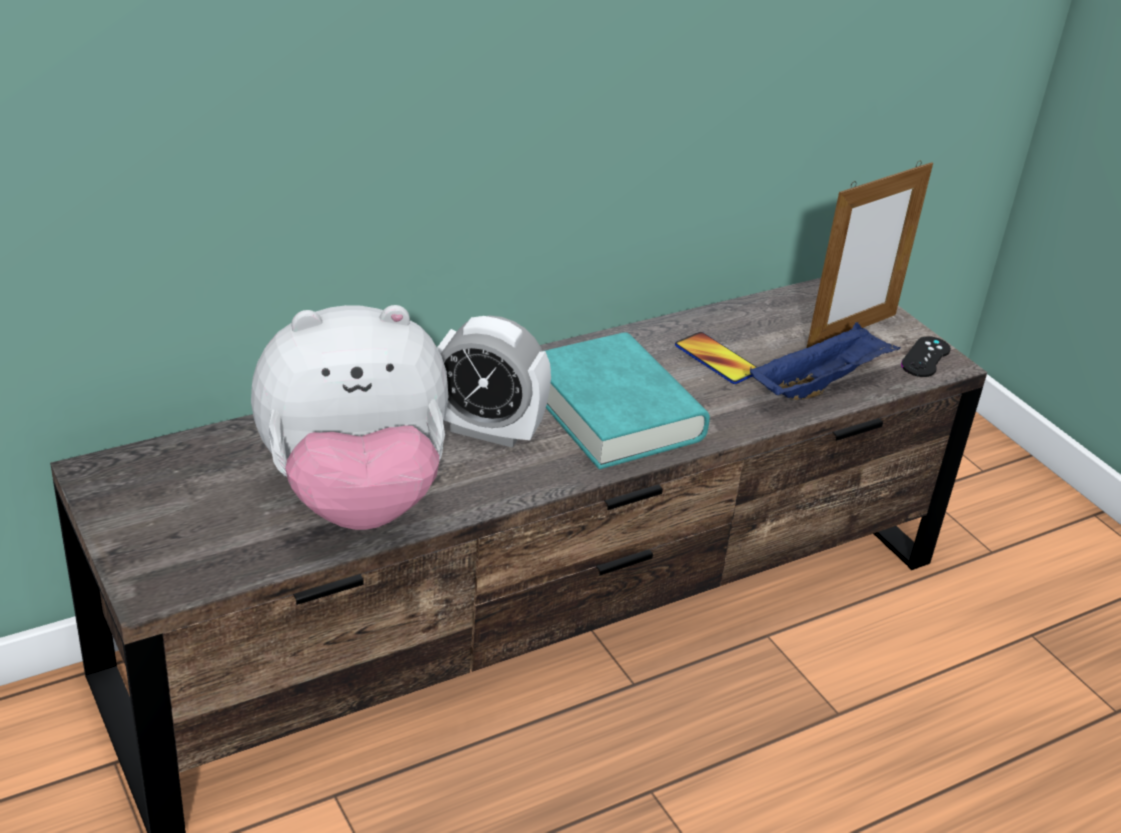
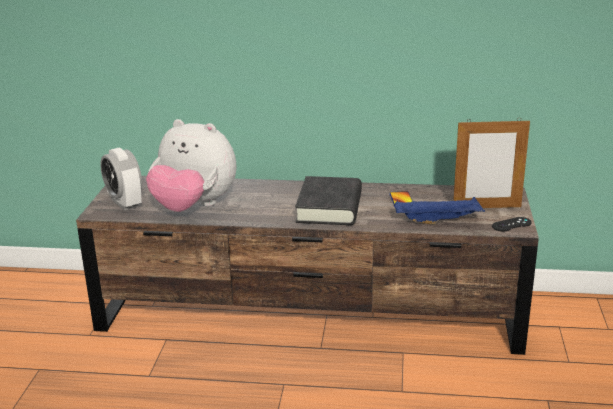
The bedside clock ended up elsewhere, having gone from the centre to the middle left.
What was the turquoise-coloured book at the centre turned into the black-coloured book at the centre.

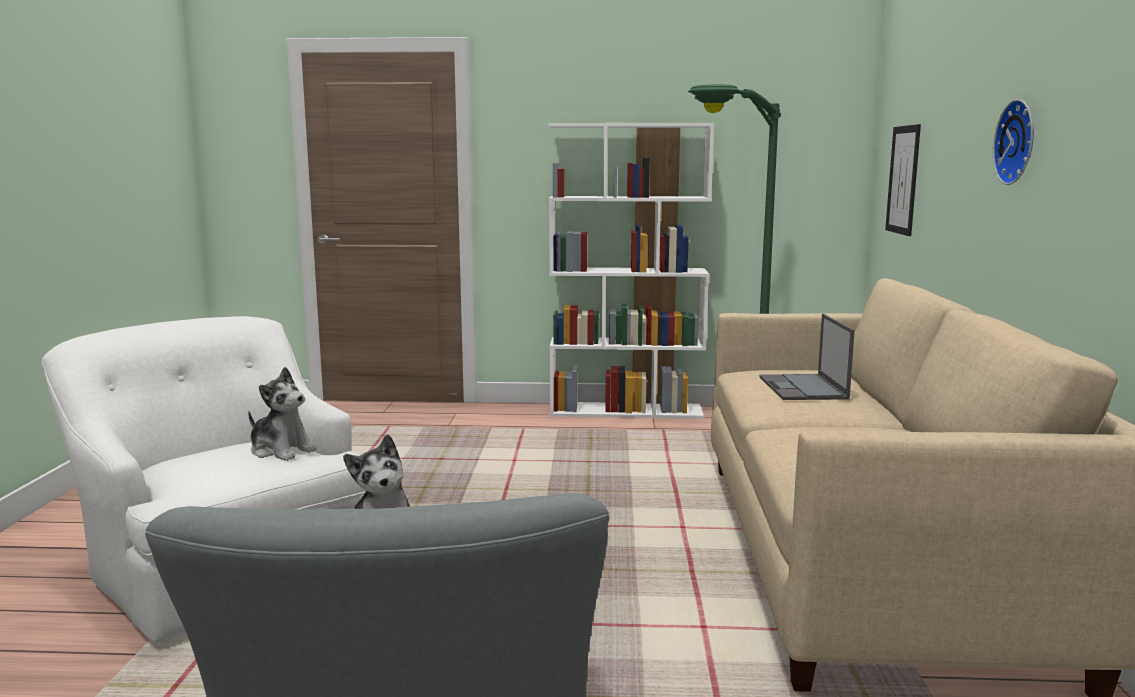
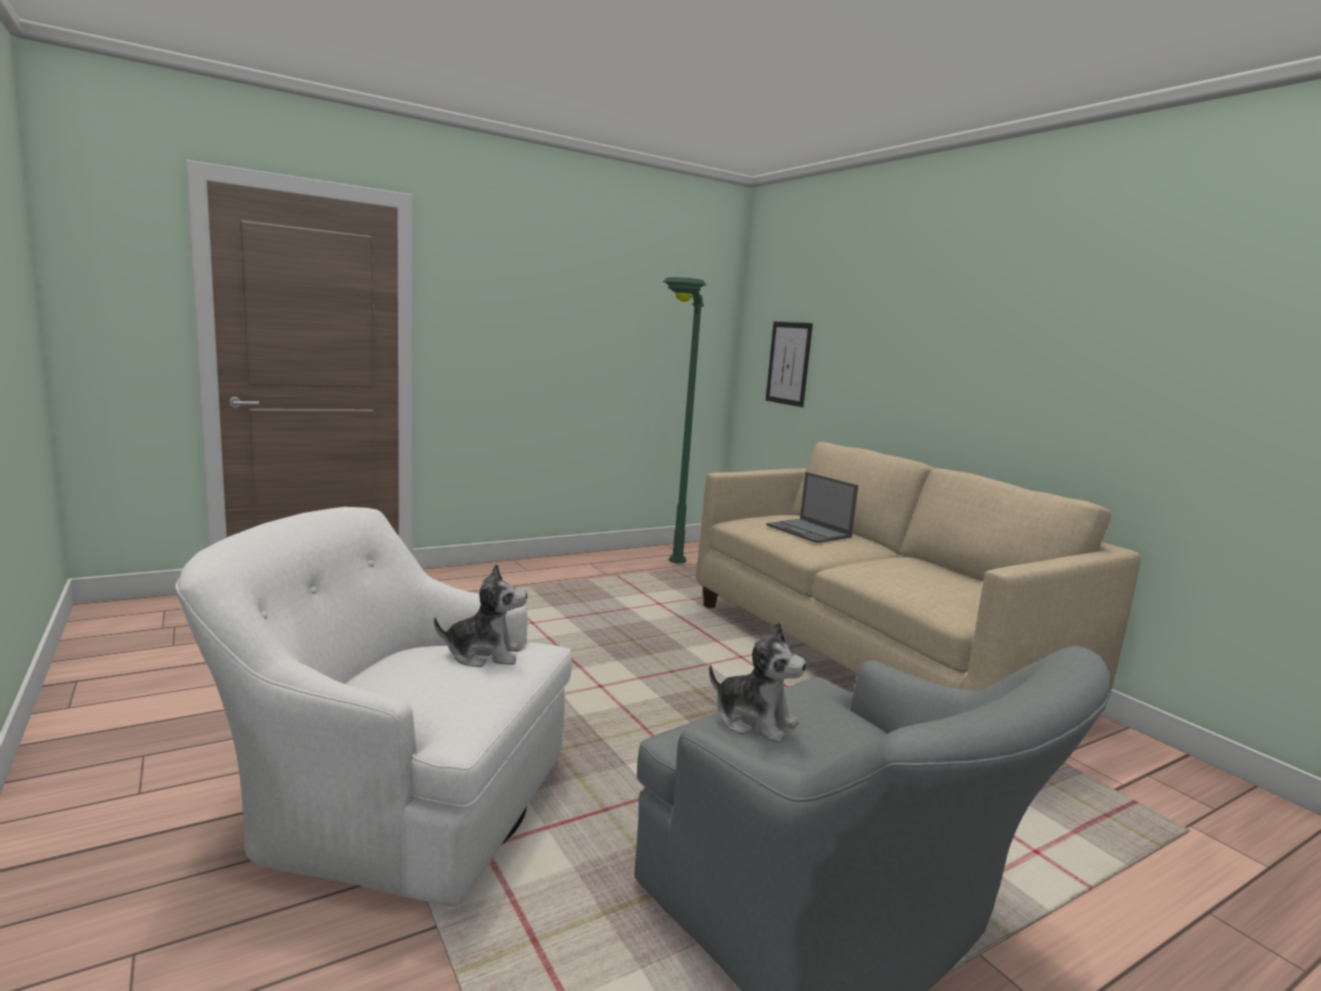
The second view lost the clock on the wall at the top right.
The second view lost the whitish shelving unit at the centre.

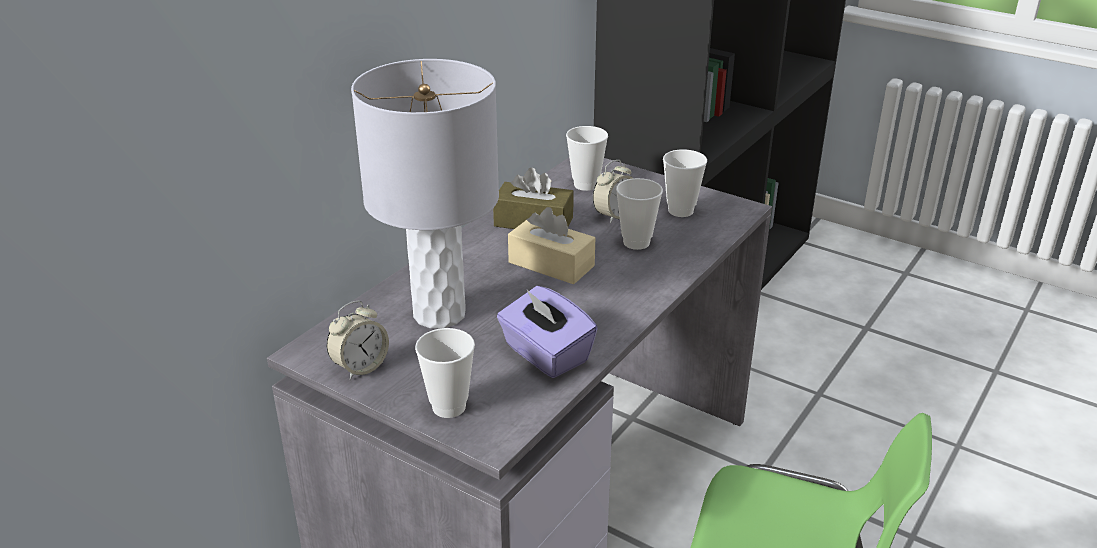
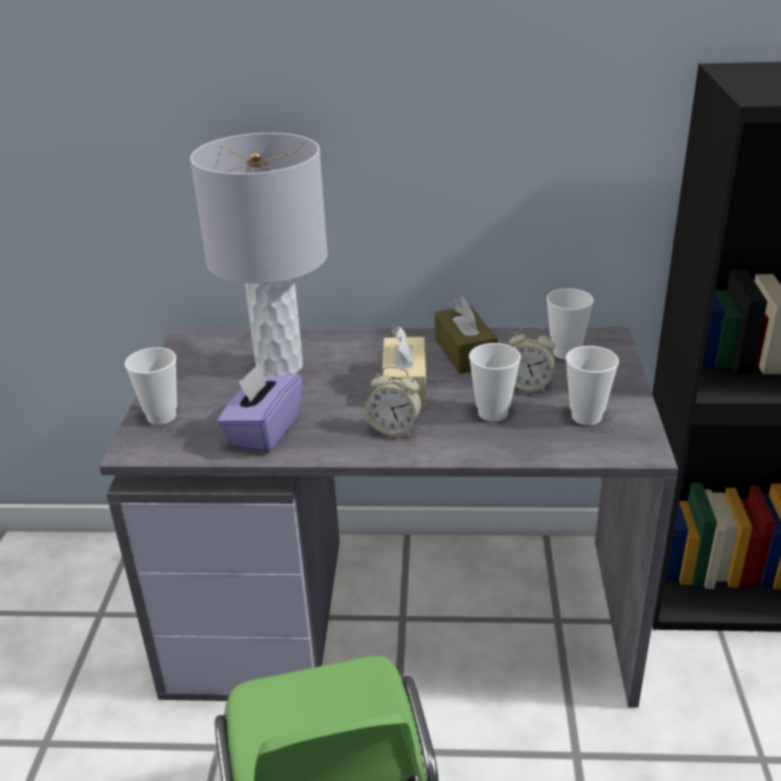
The bedside clock (1st from left) ended up elsewhere, having gone from the middle left to the centre.

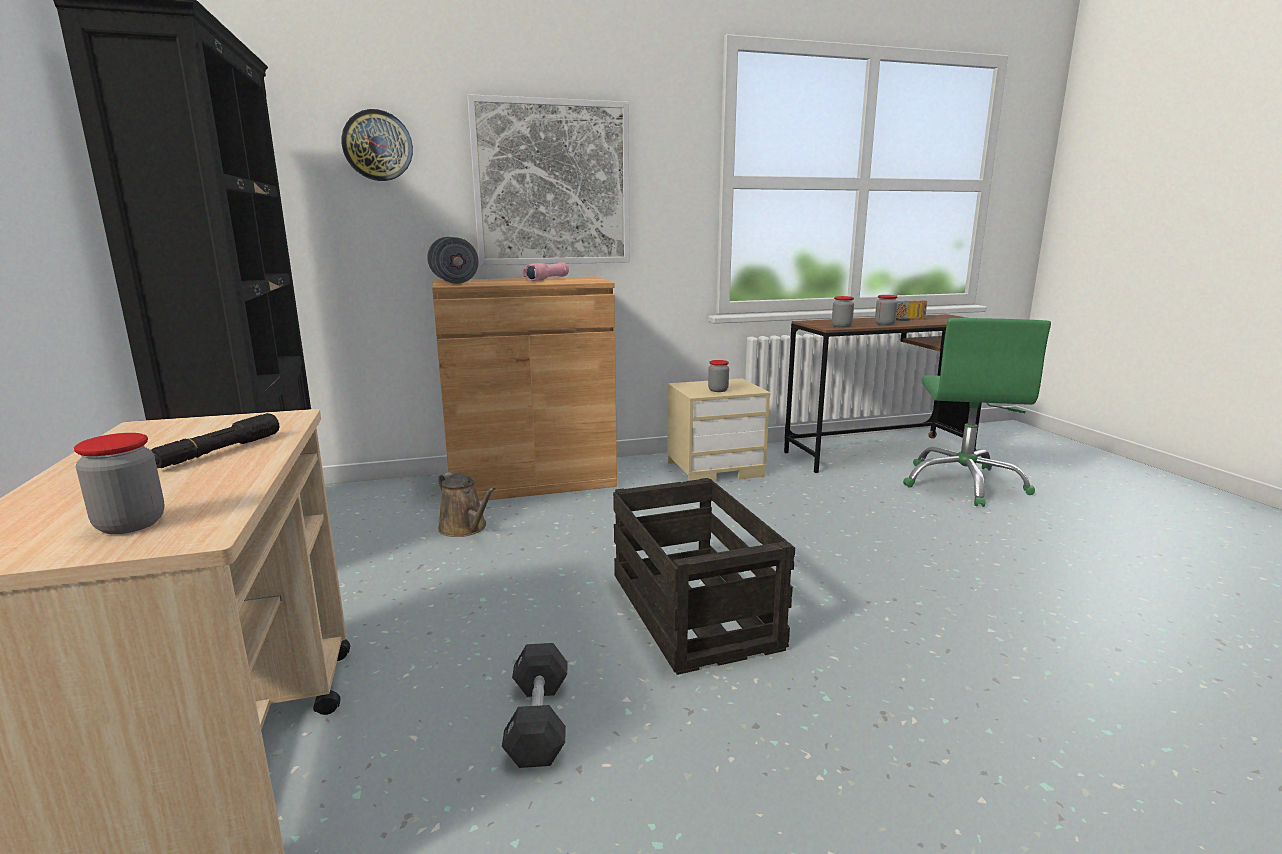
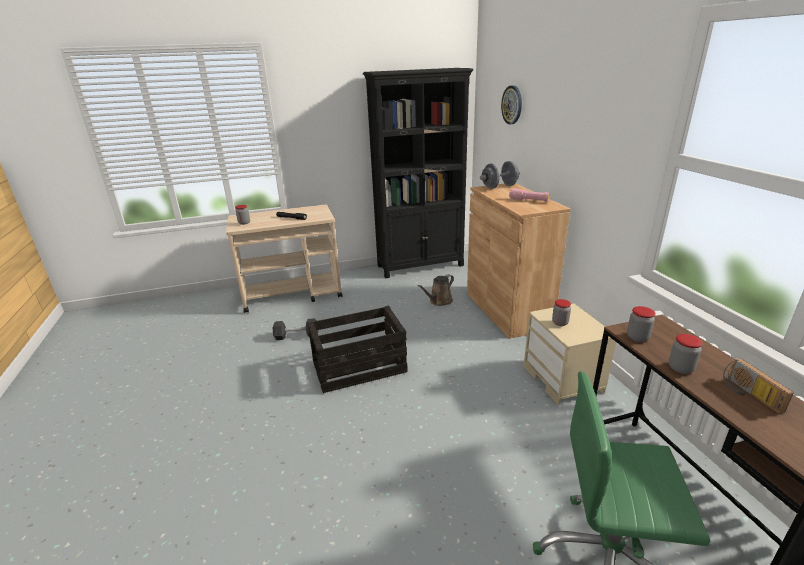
The second view lost the picture at the top centre.

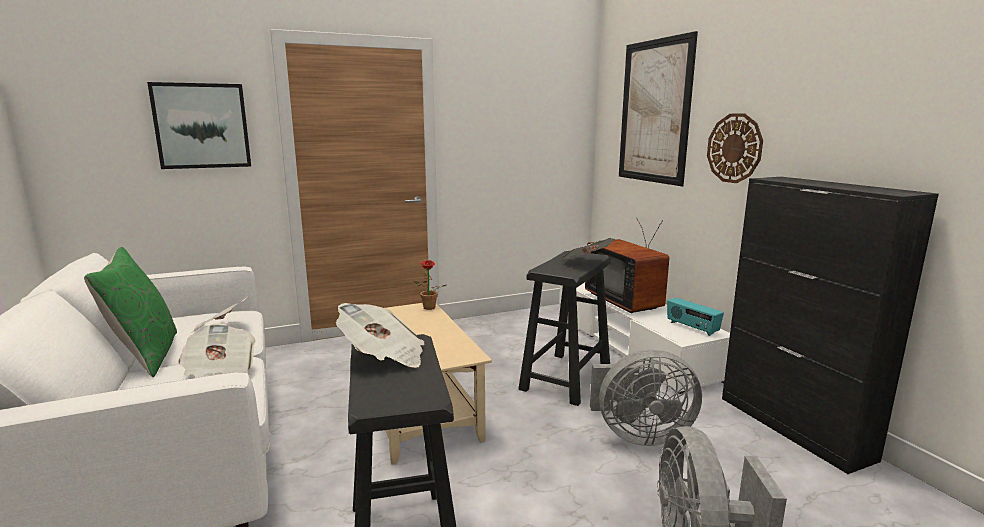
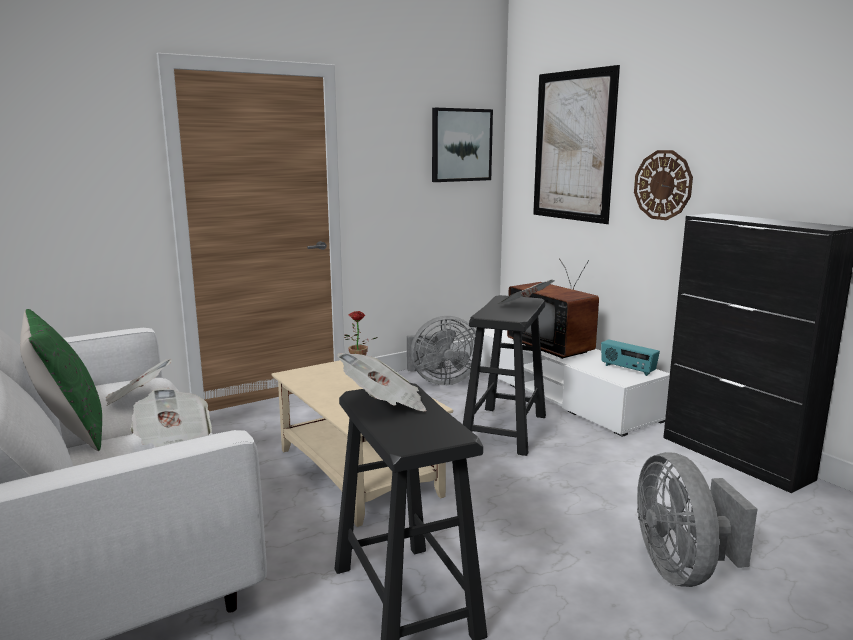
The picture (1st from left) ended up elsewhere, having gone from the top left to the top centre.
The greyish fan (1st from left) ended up elsewhere, having gone from the bottom centre to the centre.

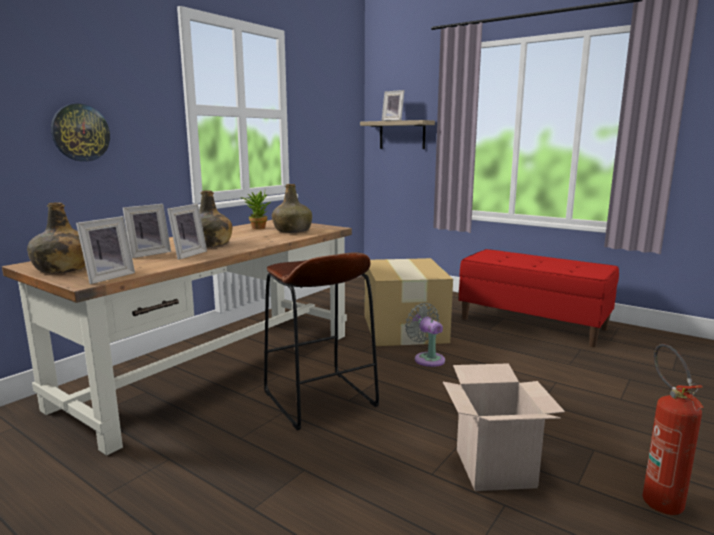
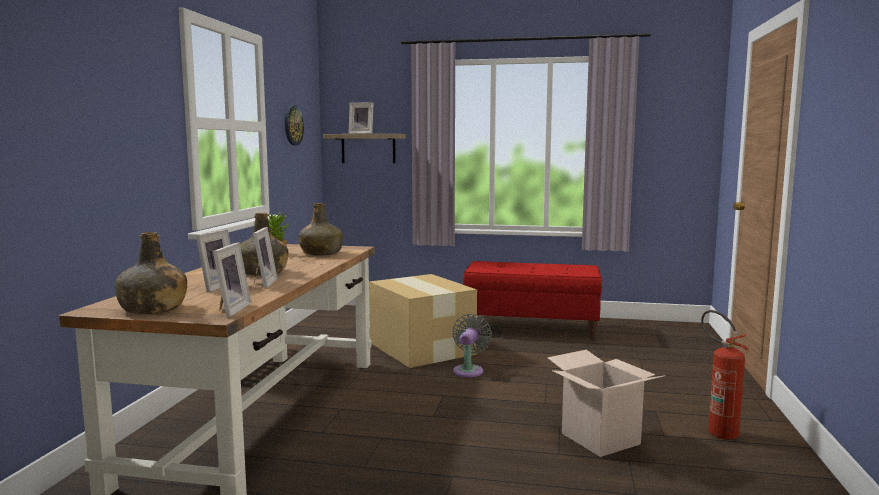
The clock on the wall ended up elsewhere, having gone from the top left to the top centre.
The second view lost the brown-coloured sitting stool at the centre.
The greyish fan at the centre ended up facing another way, 75 degrees clockwise from before.

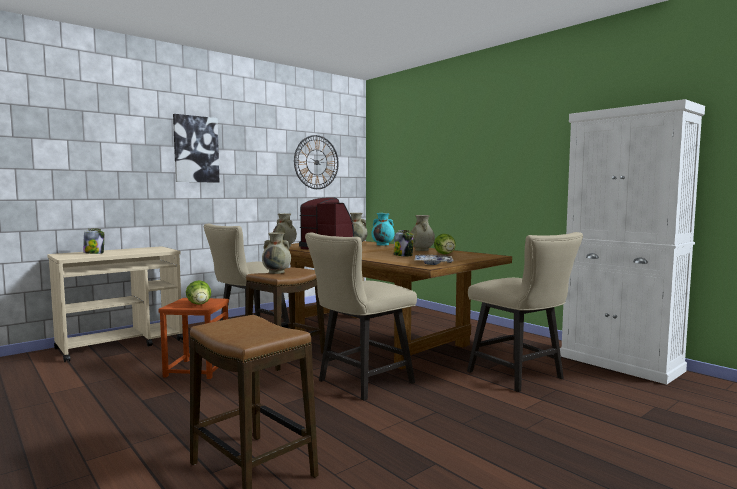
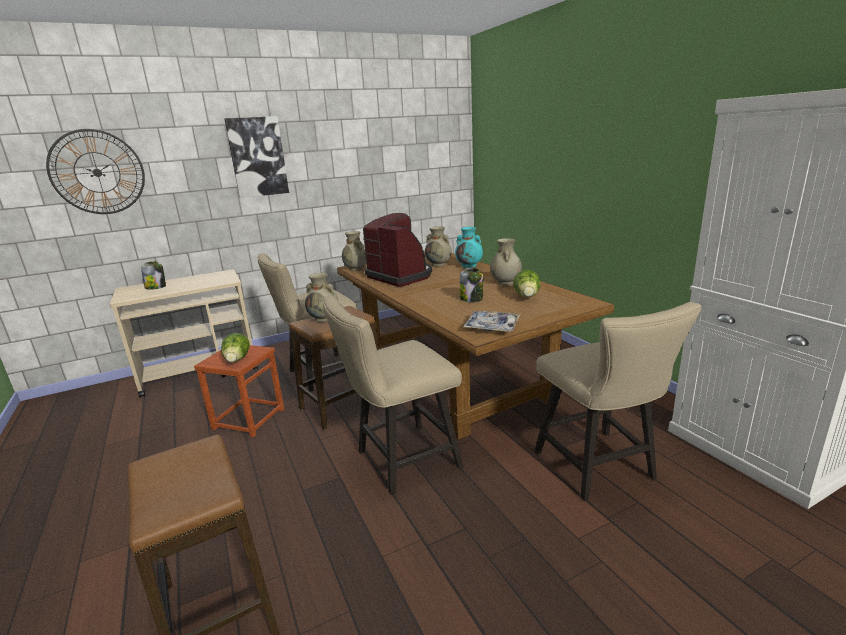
The clock on the wall ended up elsewhere, having gone from the top centre to the top left.

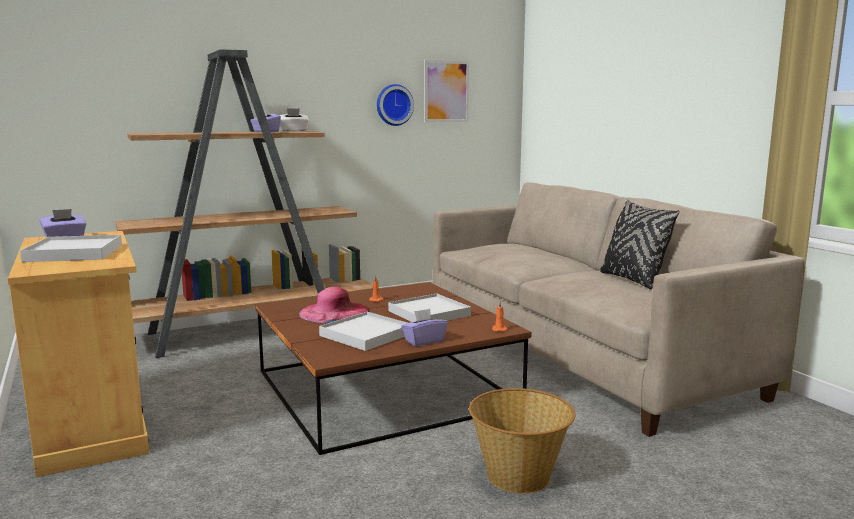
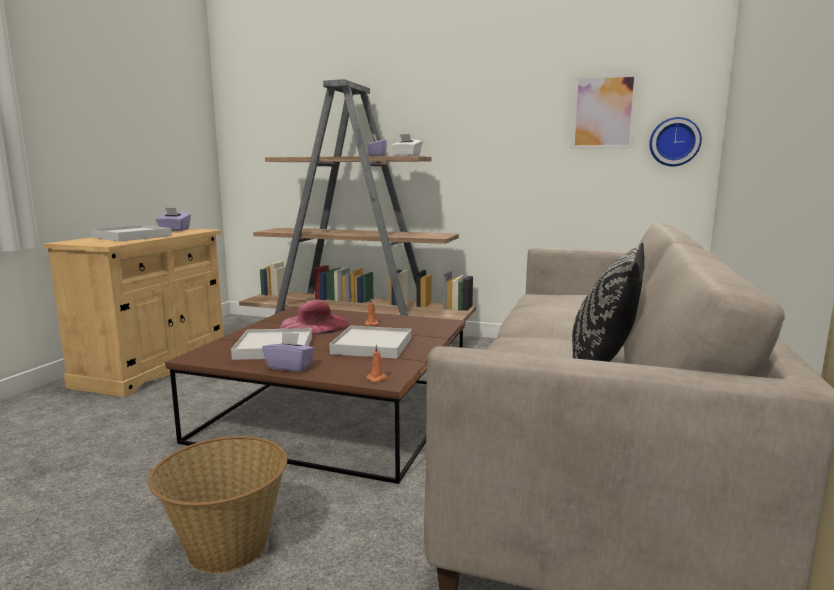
The clock on the wall ended up elsewhere, having gone from the top centre to the top right.

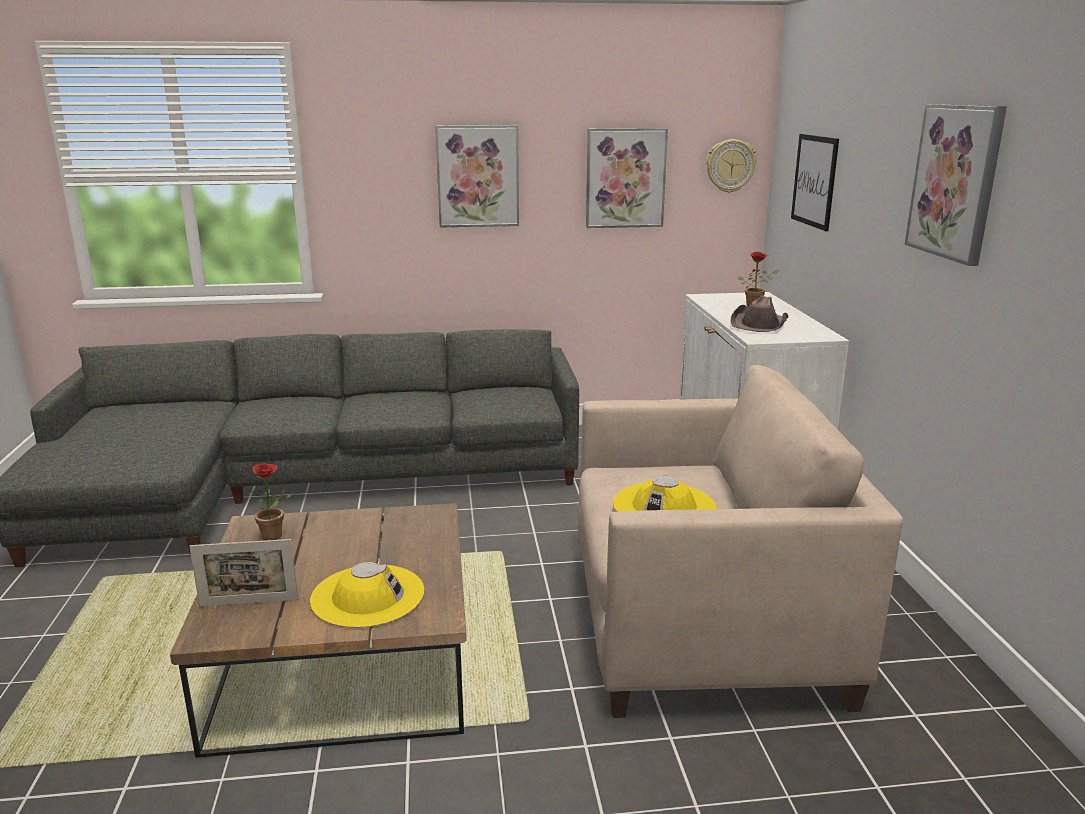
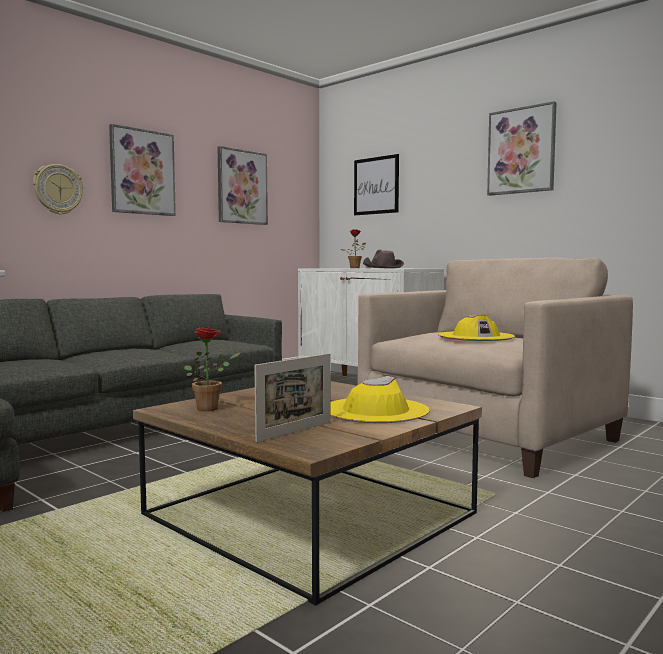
The clock on the wall ended up elsewhere, having gone from the top right to the top left.

